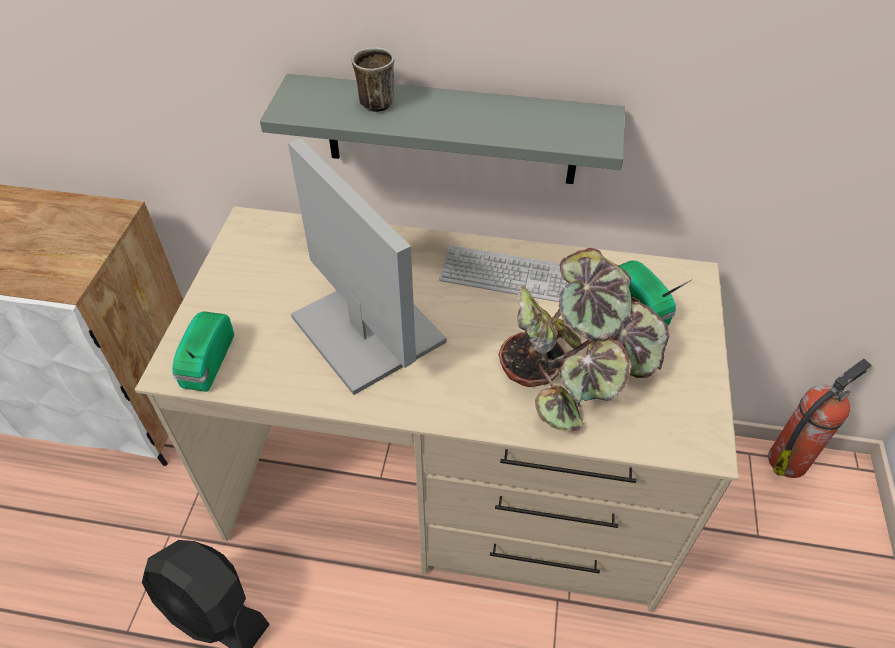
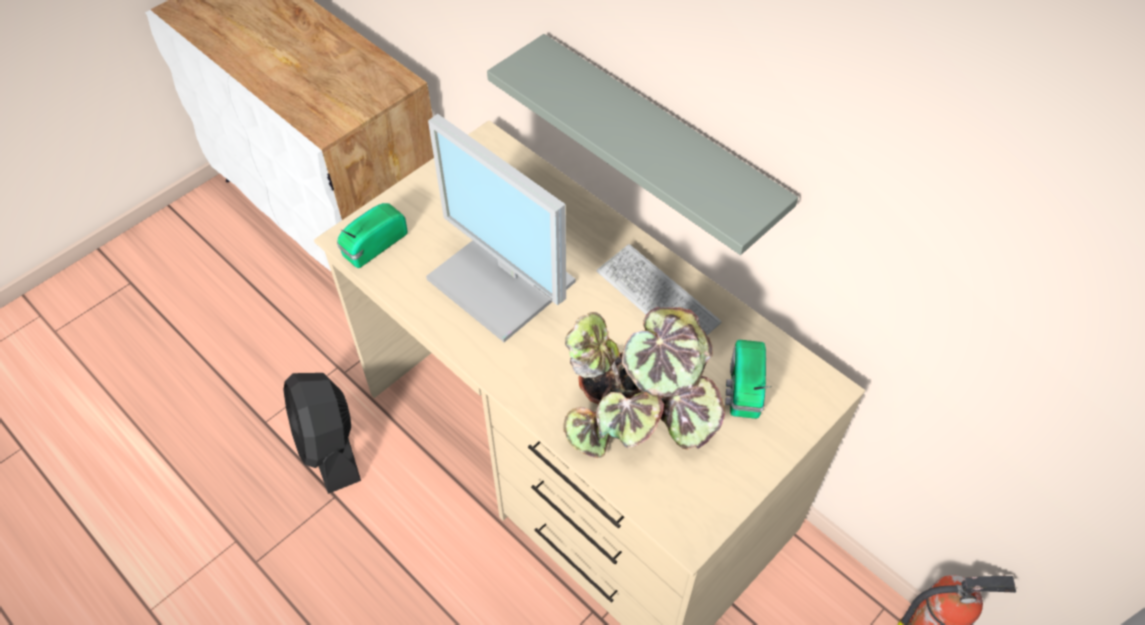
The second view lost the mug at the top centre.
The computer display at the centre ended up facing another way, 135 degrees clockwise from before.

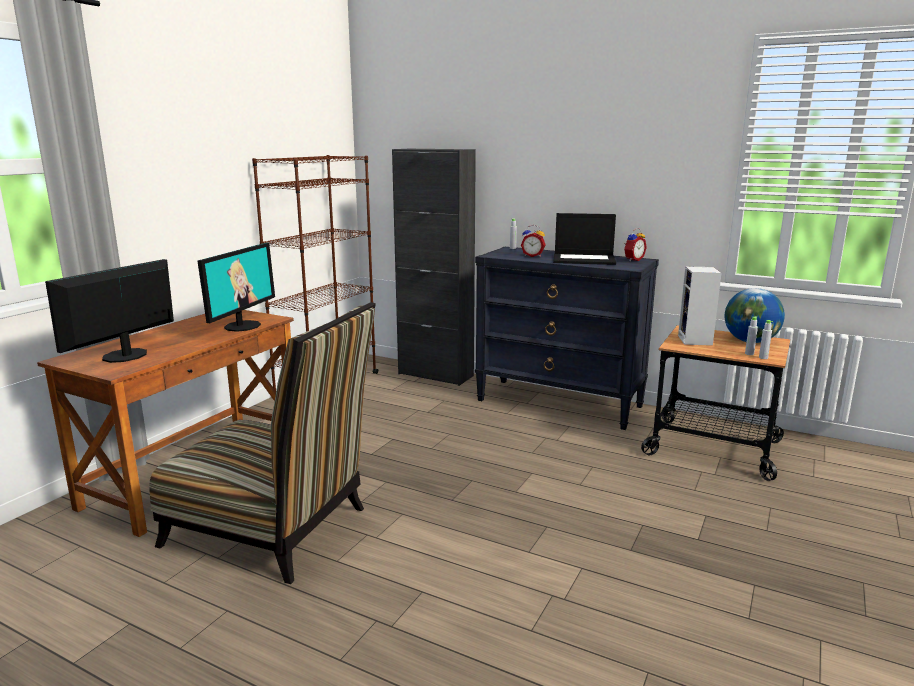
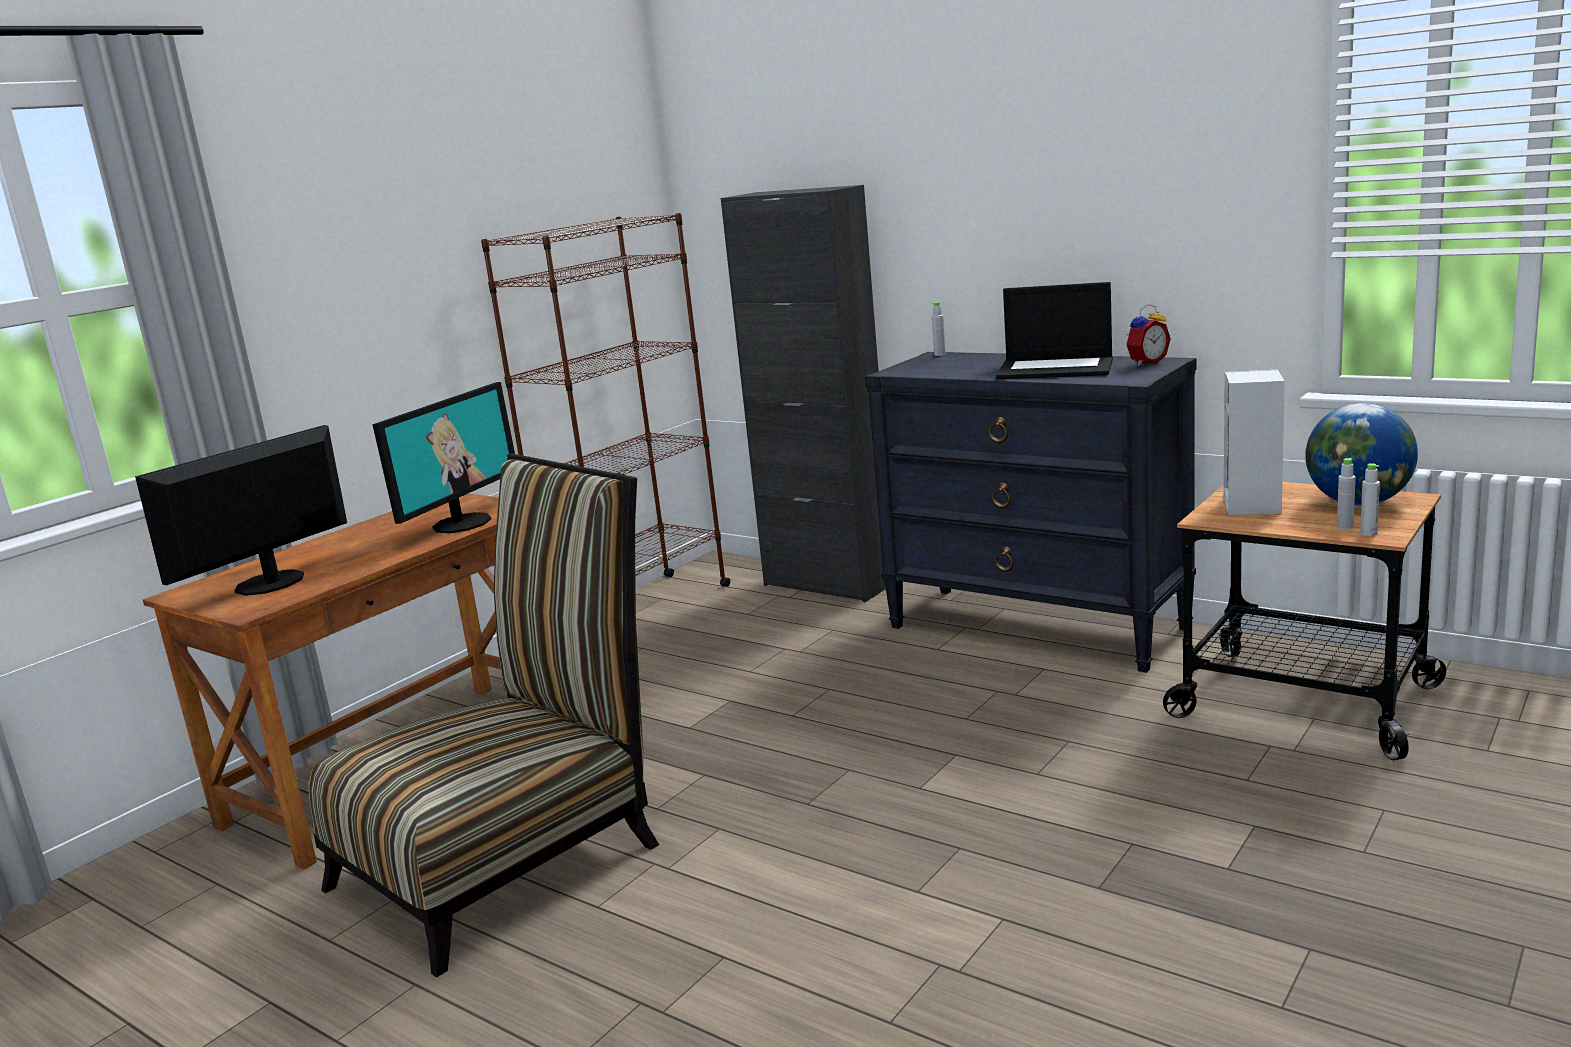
The second view lost the bedside clock (1st from left) at the centre.
The plain chair at the middle left ended up facing another way, 75 degrees counterclockwise from before.

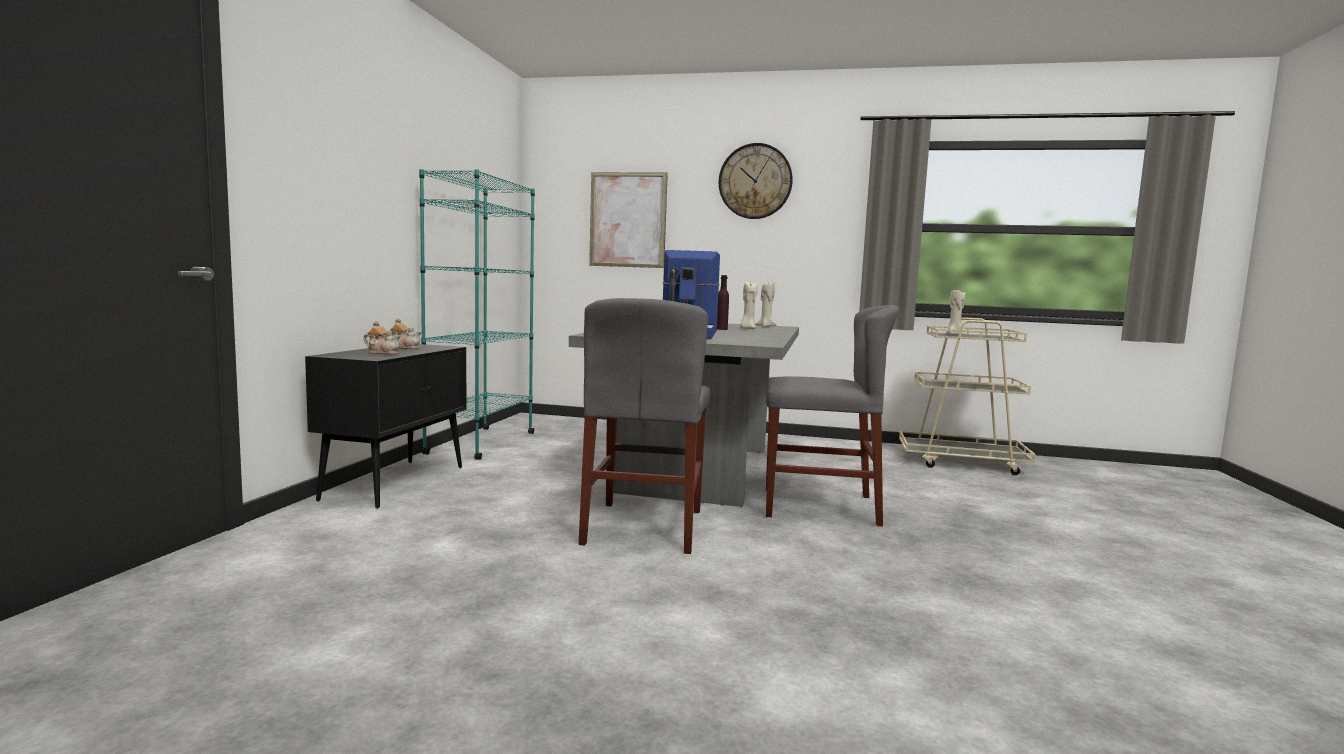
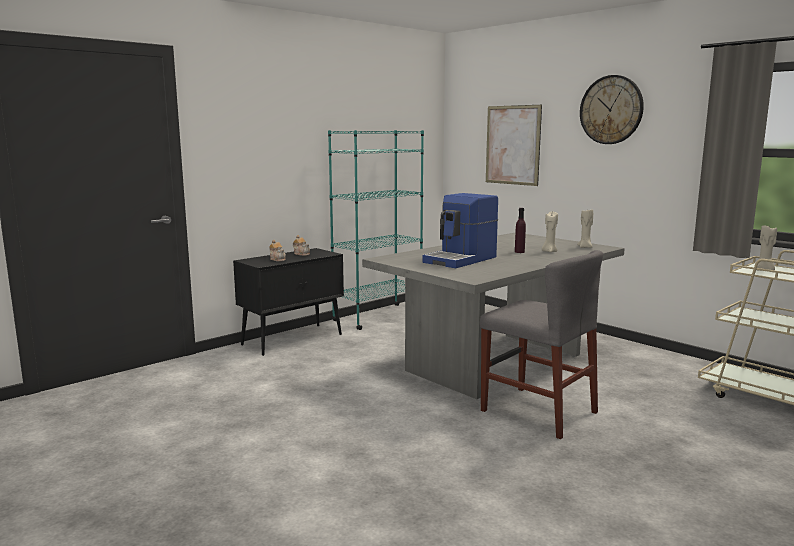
The second view lost the greyish plain chair (1st from left) at the centre.

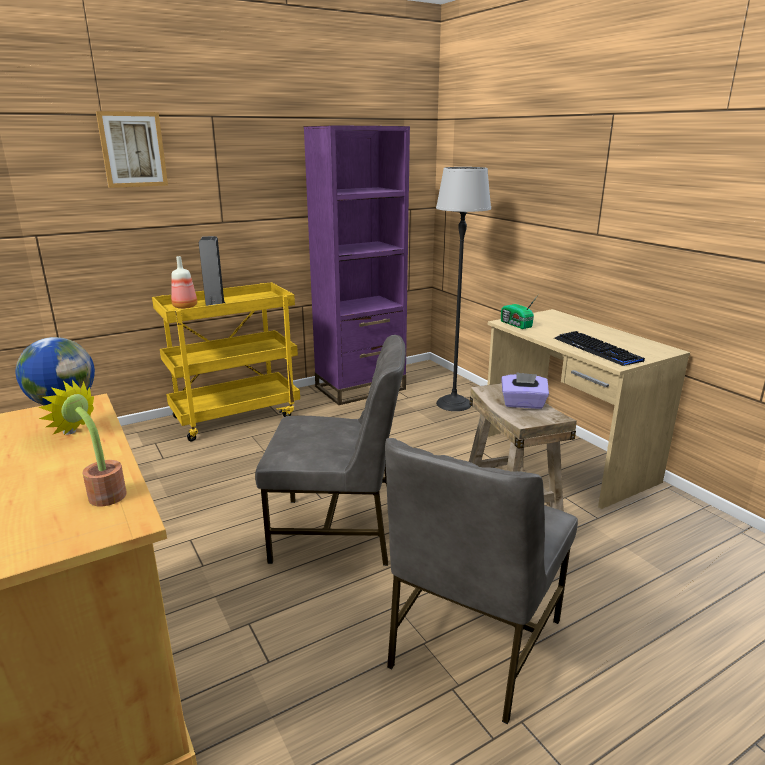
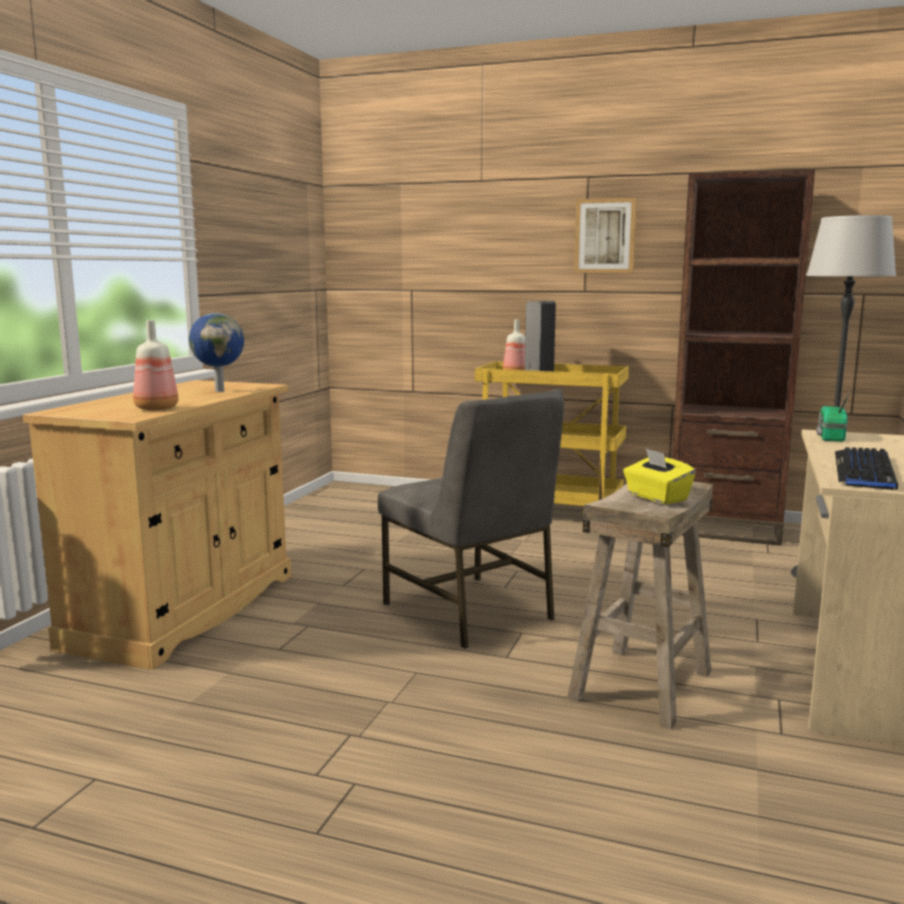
The picture ended up elsewhere, having gone from the top left to the top right.
What was the purple shelving unit at the centre turned into the brown-coloured shelving unit at the middle right.
What was the purple box of tissues at the middle right turned into the yellowish box of tissues at the middle right.
Where the plant in a pot stood at the middle left, the beverage bottle (1st from left) came to stand at the middle left.
The second view lost the greyish plain chair (2nd from left) at the bottom centre.

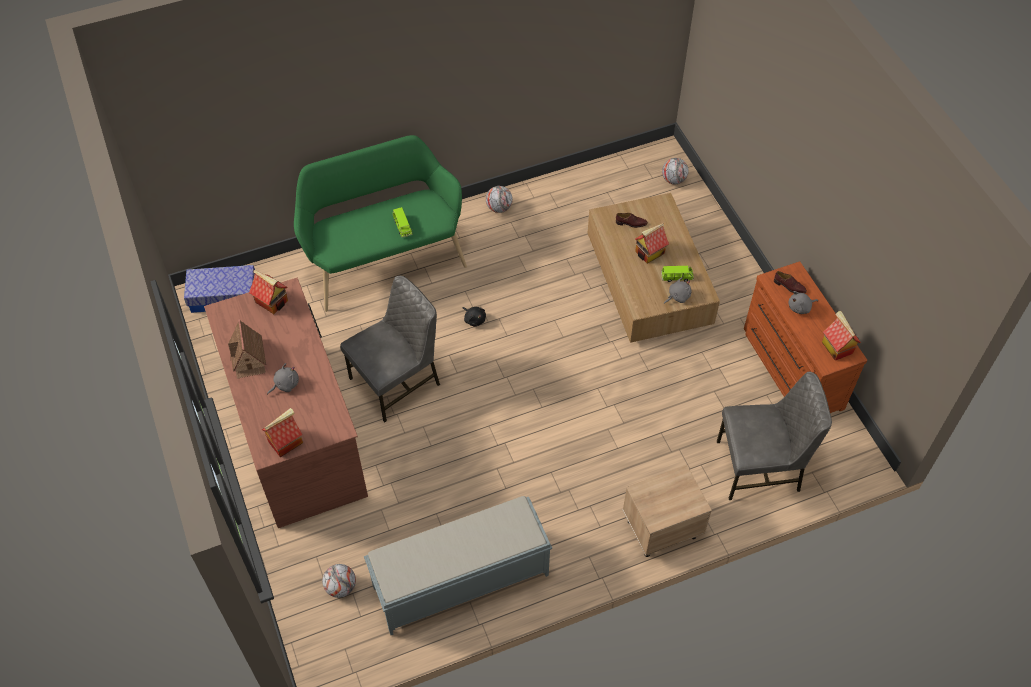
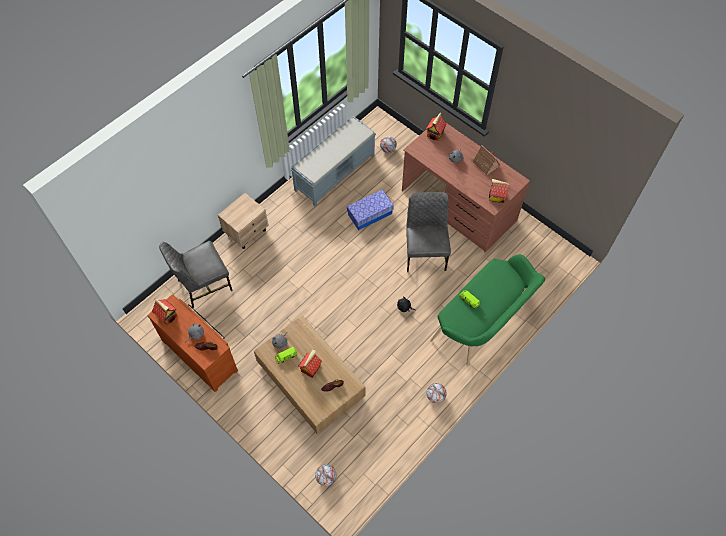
The storage container ended up elsewhere, having gone from the middle left to the centre.
The greyish plain chair (1st from left in the first image) at the centre ended up facing another way, 150 degrees clockwise from before.

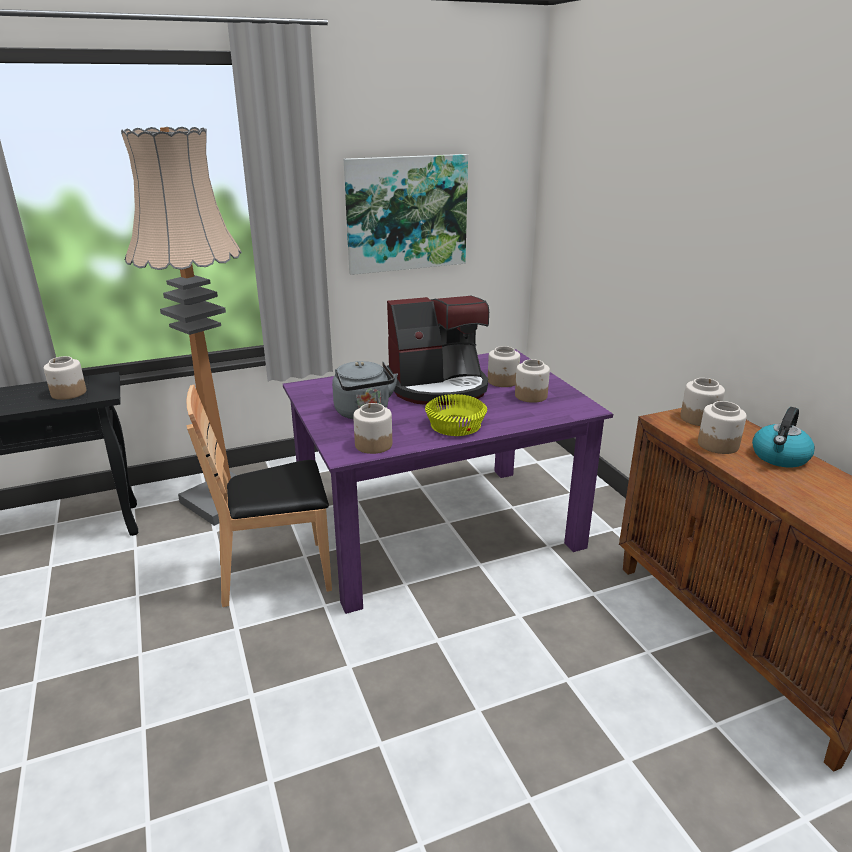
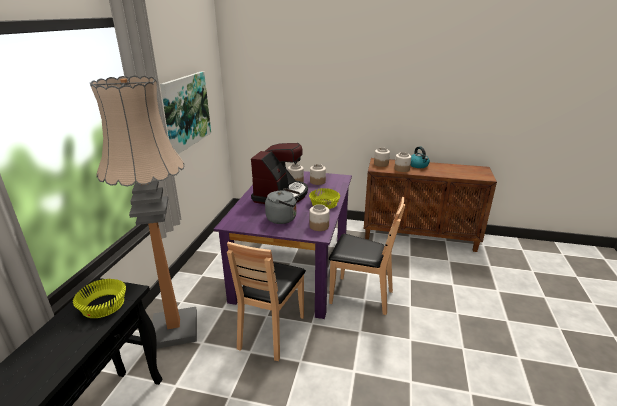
Where the jar (1st from left) stood at the middle left, the yellowish deep dish (1st from left) came to stand at the bottom left.
The second view gained the brown-coloured plain chair (2nd from left) at the centre.

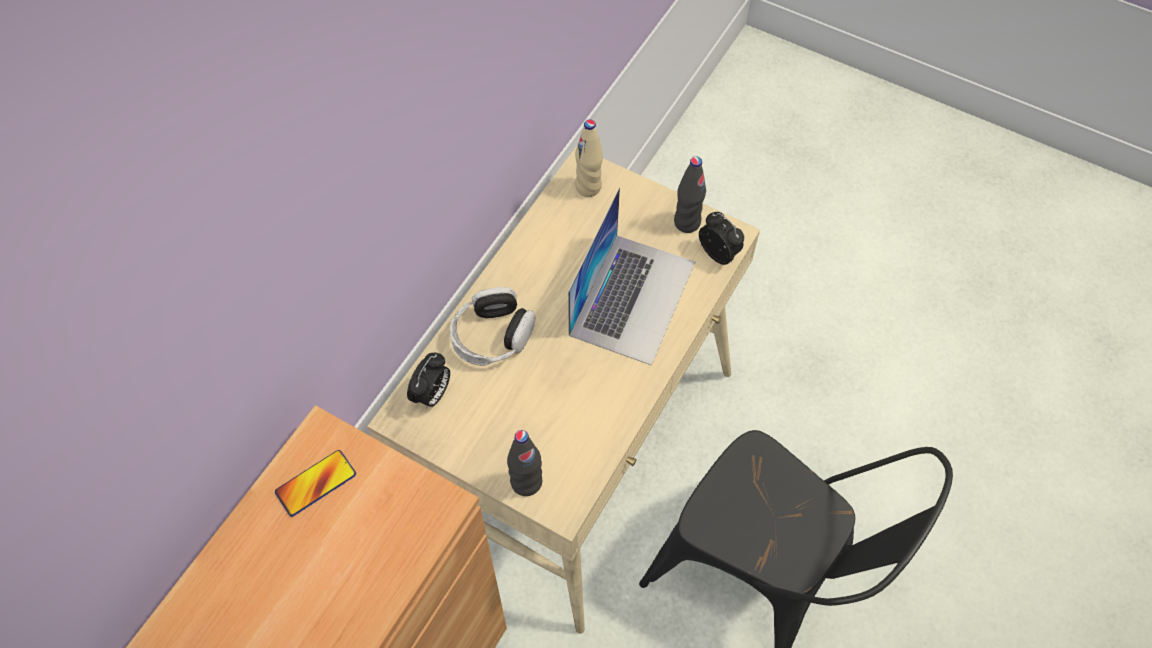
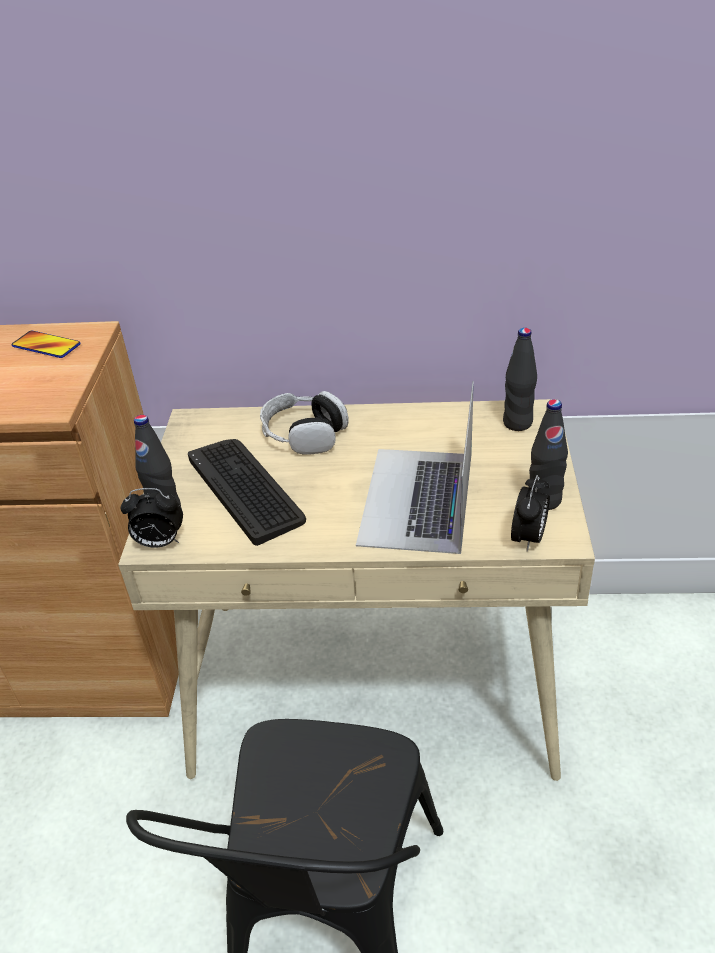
What was the beige-coloured beverage bottle at the top centre turned into the black-coloured beverage bottle (2nd from left) at the middle right.
The notebook computer at the centre ended up facing another way, 105 degrees clockwise from before.
The bedside clock (1st from left) ended up elsewhere, having gone from the centre to the middle left.
The second view gained the keyboard at the centre.

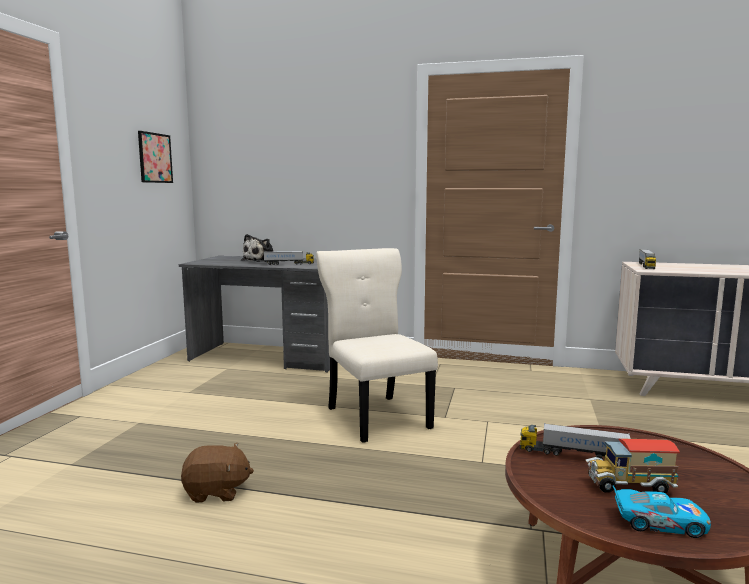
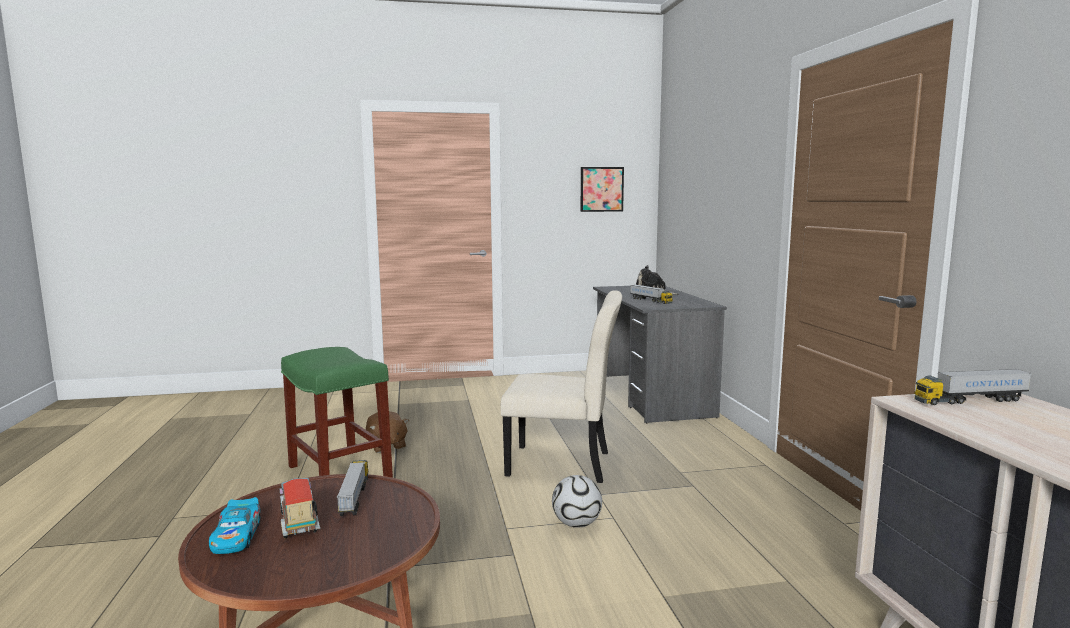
The beige-coloured plain chair at the centre ended up facing another way, 60 degrees clockwise from before.
The second view gained the green-coloured sitting stool at the middle left.
The second view gained the ball for football at the bottom centre.

